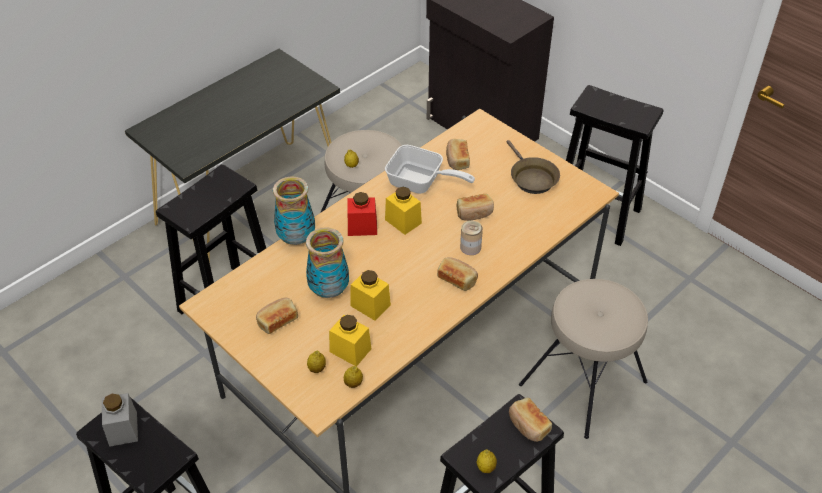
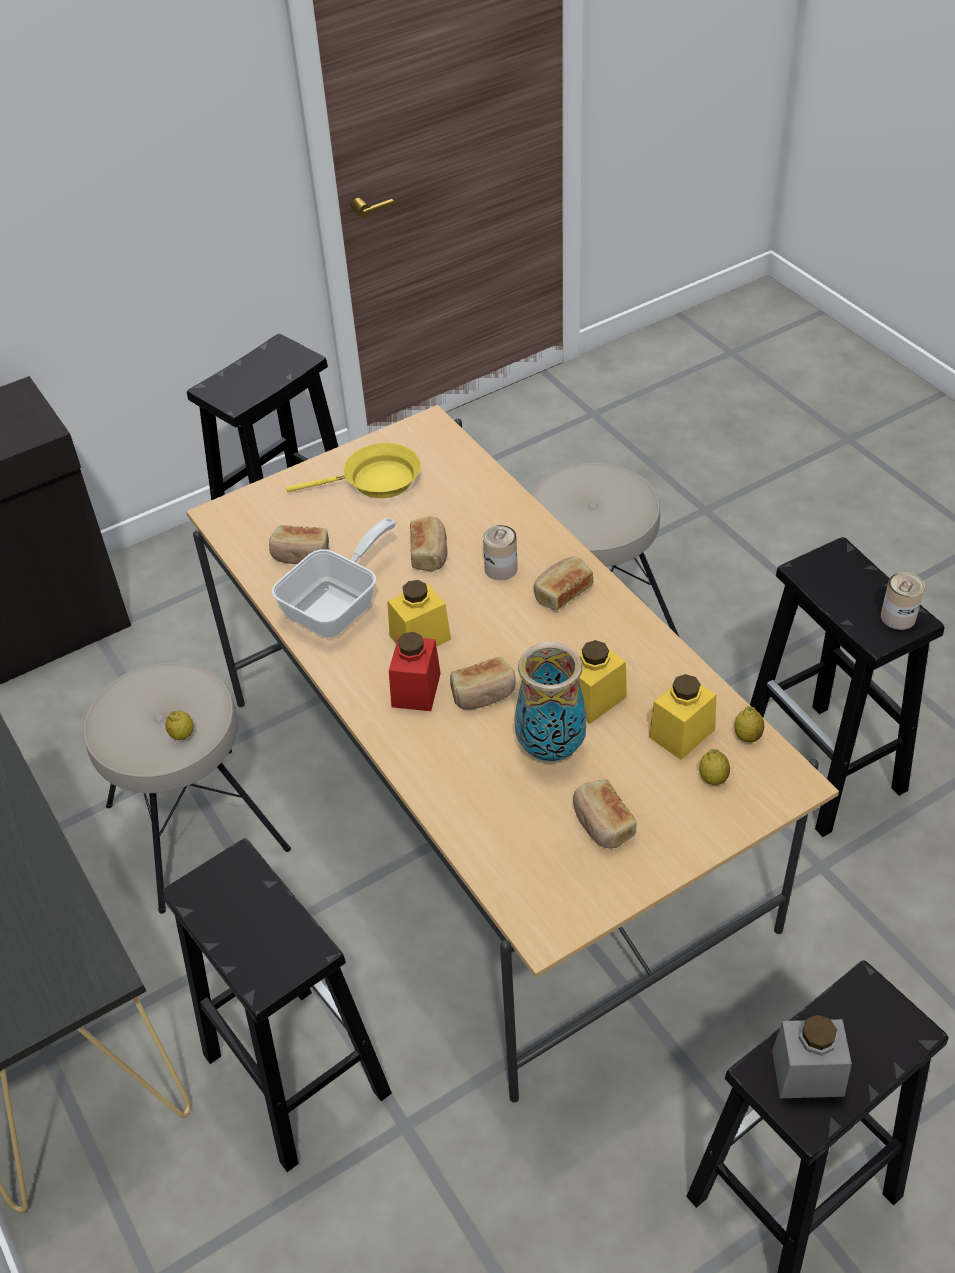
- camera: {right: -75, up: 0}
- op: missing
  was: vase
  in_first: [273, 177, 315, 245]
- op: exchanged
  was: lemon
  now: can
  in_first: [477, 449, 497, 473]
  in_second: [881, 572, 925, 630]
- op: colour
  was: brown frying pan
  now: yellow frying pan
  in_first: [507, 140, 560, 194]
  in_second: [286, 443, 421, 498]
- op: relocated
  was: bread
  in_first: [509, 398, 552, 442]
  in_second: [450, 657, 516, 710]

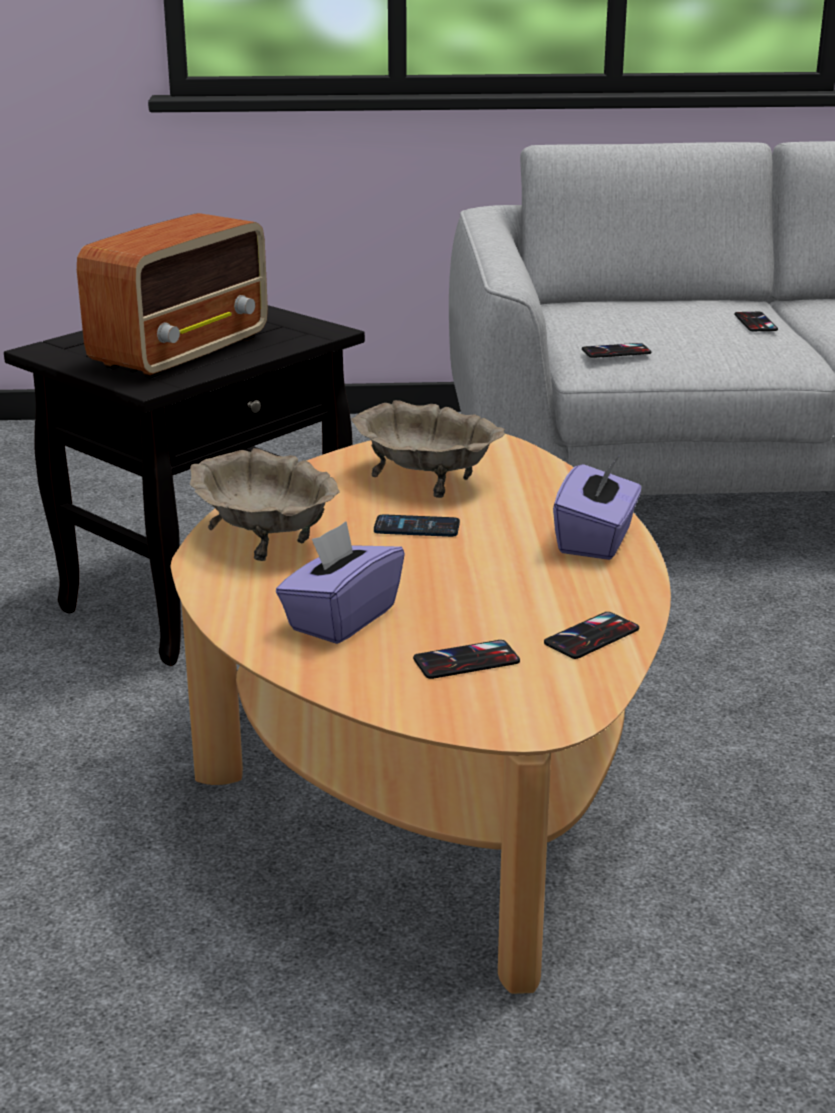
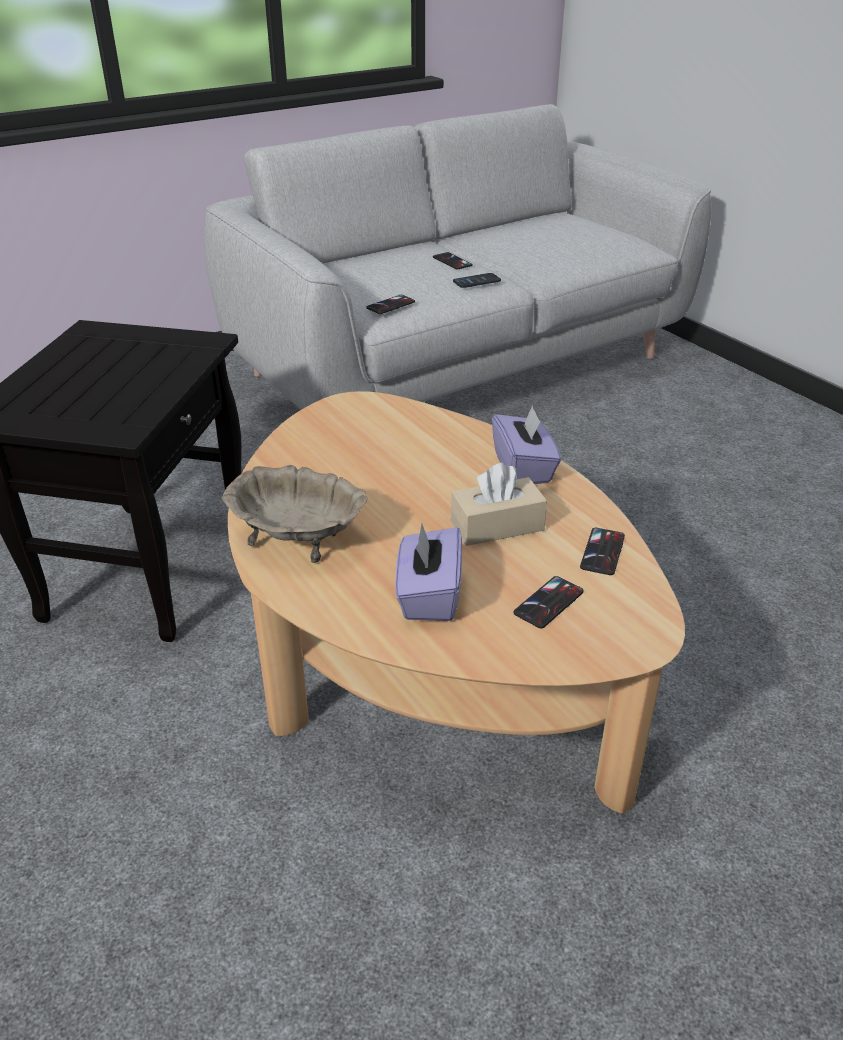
- camera: {right: -30, up: 10}
- op: missing
  was: radio
  in_first: [77, 213, 268, 379]
- op: missing
  was: beige bowl
  in_first: [351, 400, 505, 498]
- op: relocated
  was: phone
  in_first: [374, 514, 460, 537]
  in_second: [453, 273, 501, 288]
- op: appeared
  now: beige tissue box
  in_second: [451, 463, 547, 546]

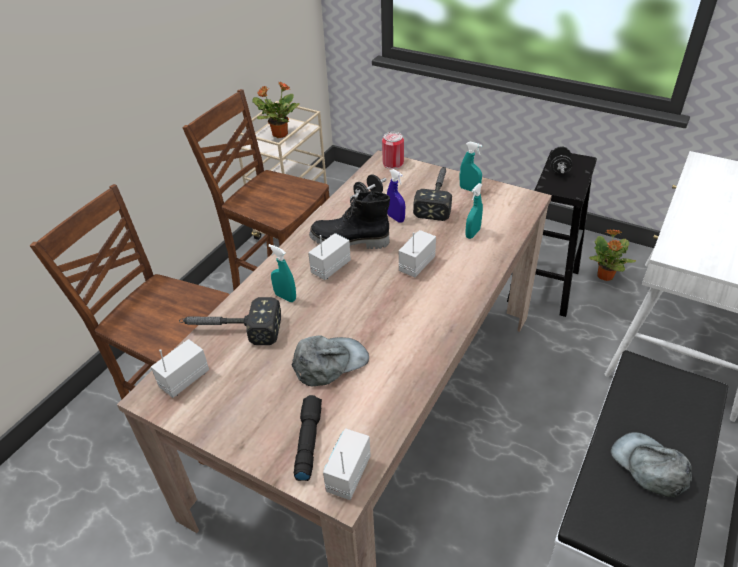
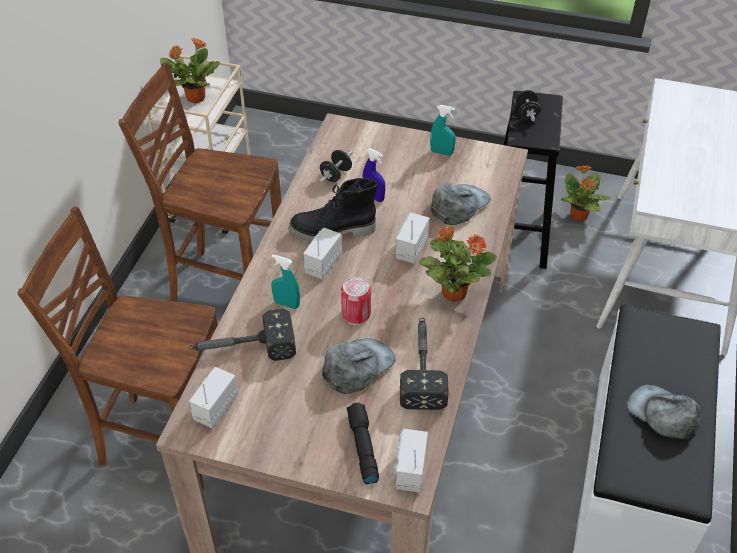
- camera: {right: -15, up: 5}
- op: relocated
  was: can
  in_first: [382, 132, 404, 169]
  in_second: [341, 277, 371, 325]
- op: relocated
  was: hammer
  in_first: [413, 167, 452, 221]
  in_second: [400, 318, 448, 410]
- op: exchanged
  was: turquoise spray bottle
  now: grey cap
  in_first: [465, 183, 483, 239]
  in_second: [431, 183, 491, 225]
- op: appeared
  now: potted plant
  in_second: [419, 226, 497, 302]

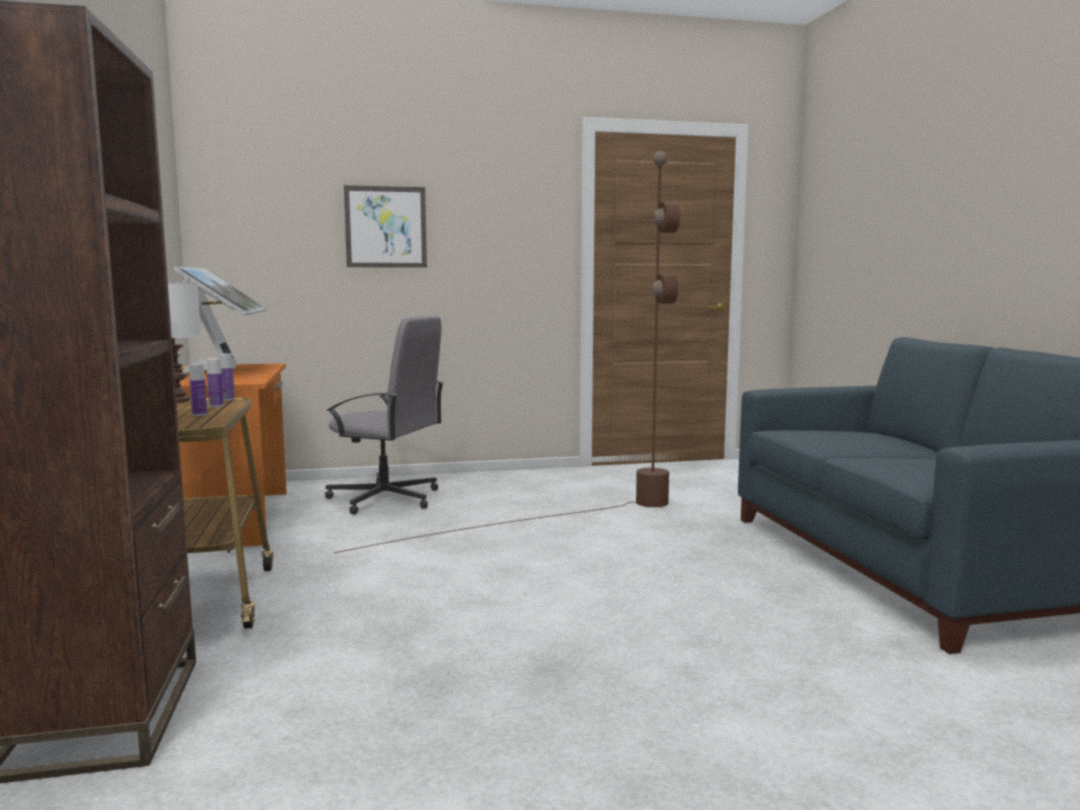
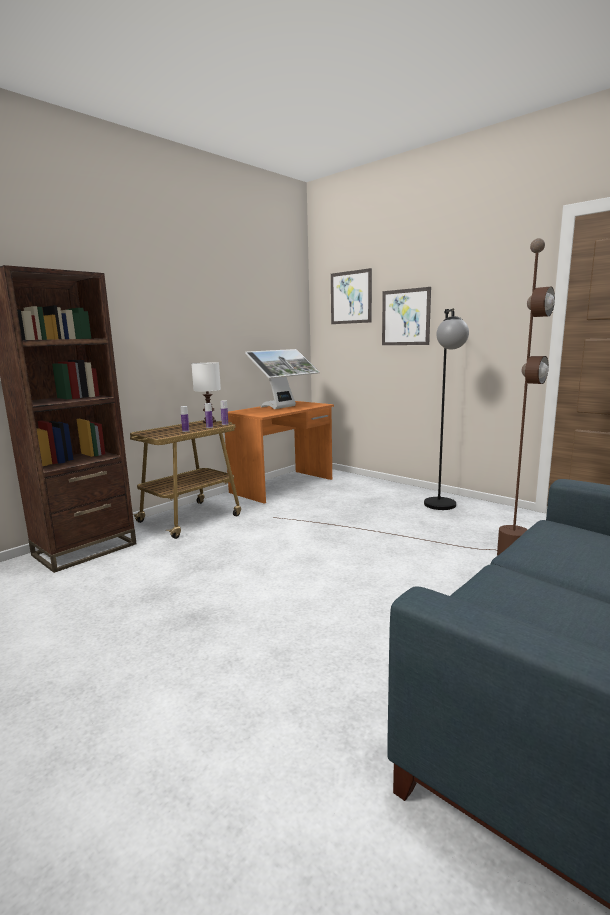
- camera: {right: 55, up: 5}
- op: missing
  was: grey office chair
  in_first: [325, 315, 444, 515]
- op: appeared
  now: picture
  in_second: [331, 268, 372, 324]
- op: appeared
  now: black floor lamp
  in_second: [424, 309, 469, 510]

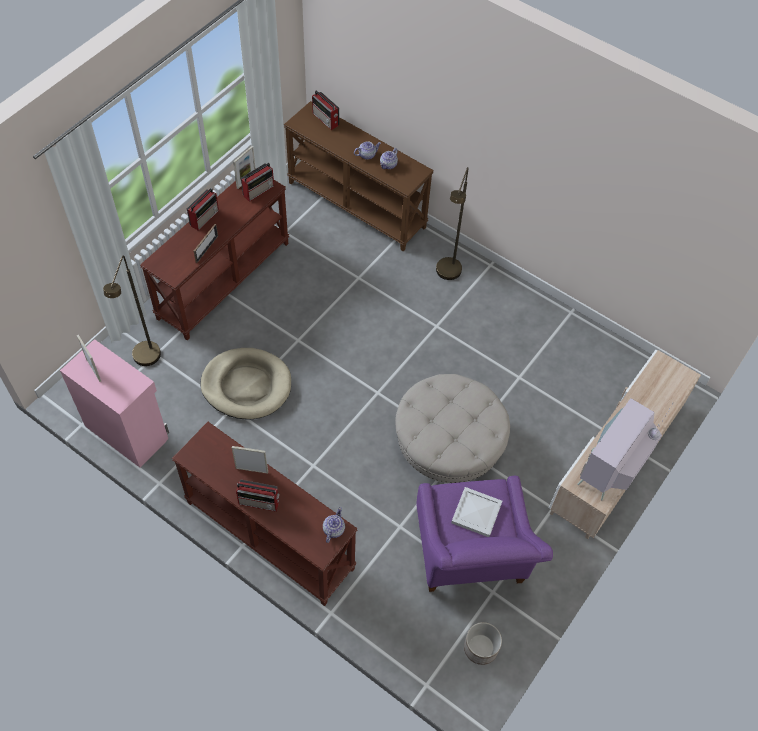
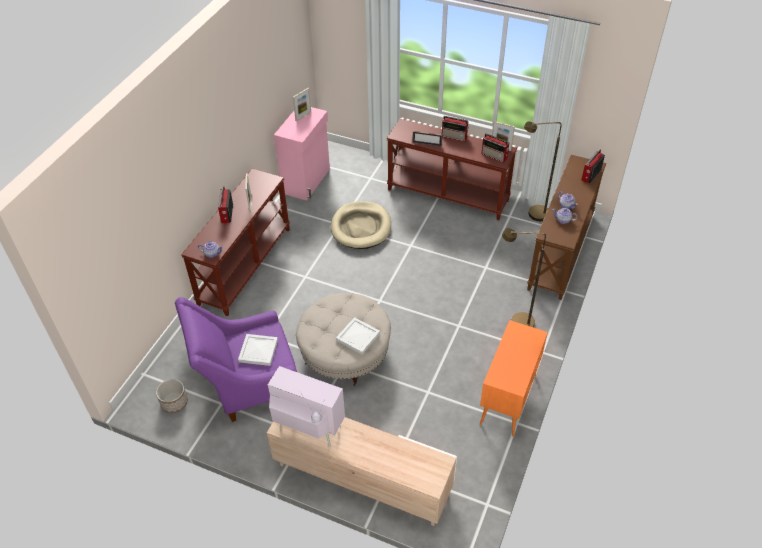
- camera: {right: 80, up: -10}
- op: relocated
  was: brown floor lamp
  in_first: [103, 255, 161, 366]
  in_second: [524, 121, 562, 221]
- op: appeared
  now: white tray
  in_second: [336, 317, 380, 355]
- op: appeared
  now: orange cabinet
  in_second: [480, 320, 548, 436]

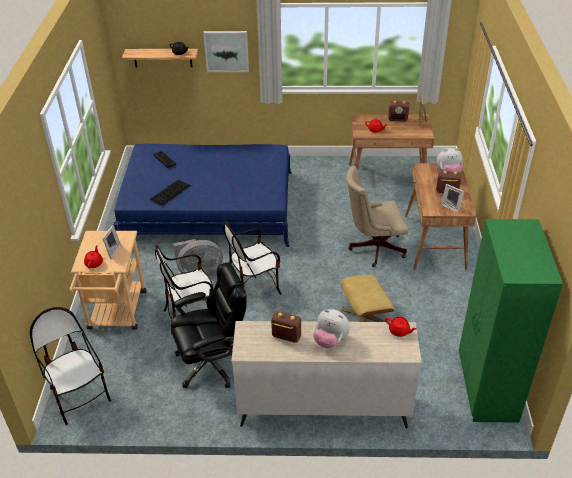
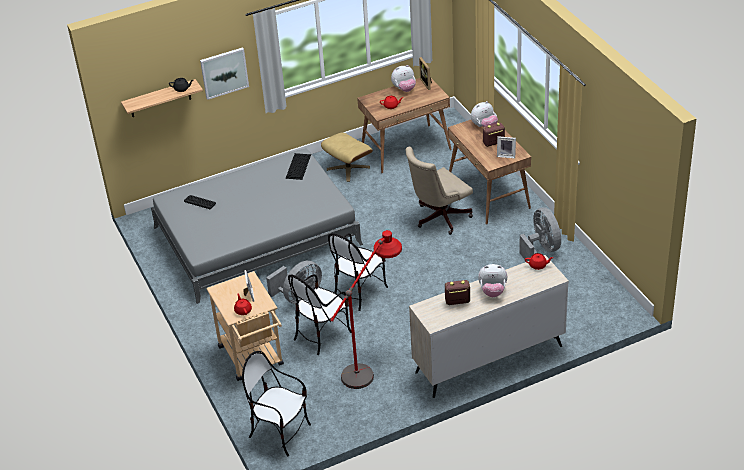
- camera: {right: -25, up: 0}
- op: colour
  was: blue bed
  now: grey bed
  in_first: [113, 144, 292, 247]
  in_second: [151, 148, 363, 304]
- op: relocated
  was: keyboard
  in_first: [150, 179, 191, 206]
  in_second: [286, 153, 311, 180]
- op: exchanged
  was: black office chair
  now: red floor lamp
  in_first: [171, 262, 247, 388]
  in_second: [330, 230, 402, 389]
- op: relocated
  was: beige ottoman
  in_first: [341, 274, 394, 322]
  in_second: [321, 132, 373, 182]
- op: exchanged
  was: radio
  now: plush toy
  in_first: [388, 101, 409, 122]
  in_second: [391, 65, 416, 92]
- op: missing
  was: green wardrobe
  in_first: [459, 219, 563, 423]
- op: appeared
  now: grey fan
  in_second: [519, 207, 561, 262]

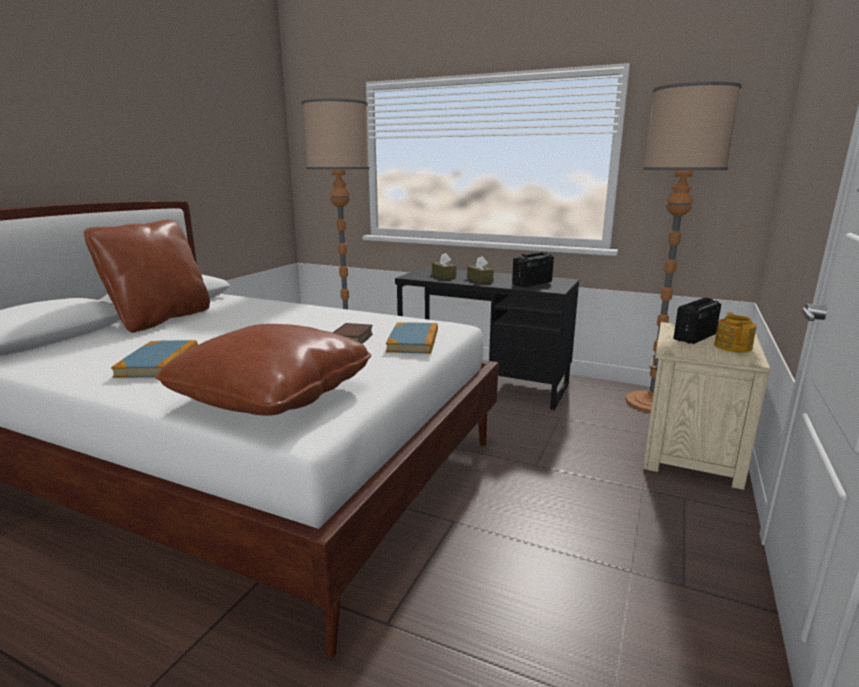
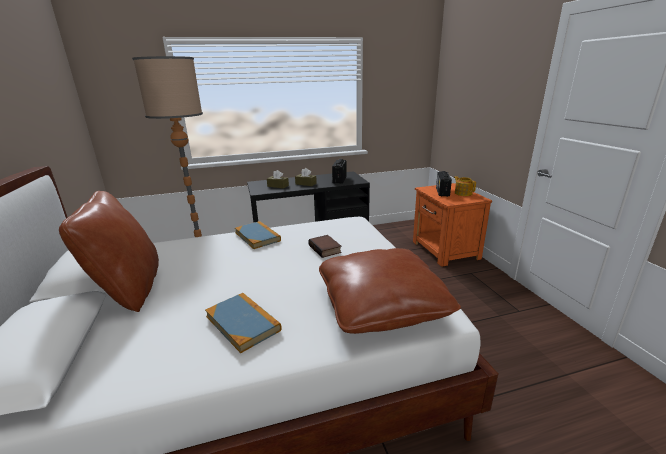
- camera: {right: -40, up: 5}
- op: relocated
  was: book
  in_first: [386, 322, 438, 354]
  in_second: [235, 221, 281, 249]
- op: missing
  was: floor lamp
  in_first: [626, 82, 742, 413]
- op: colour
  was: beige nightstand
  now: orange nightstand
  in_first: [643, 322, 771, 490]
  in_second: [413, 183, 492, 267]

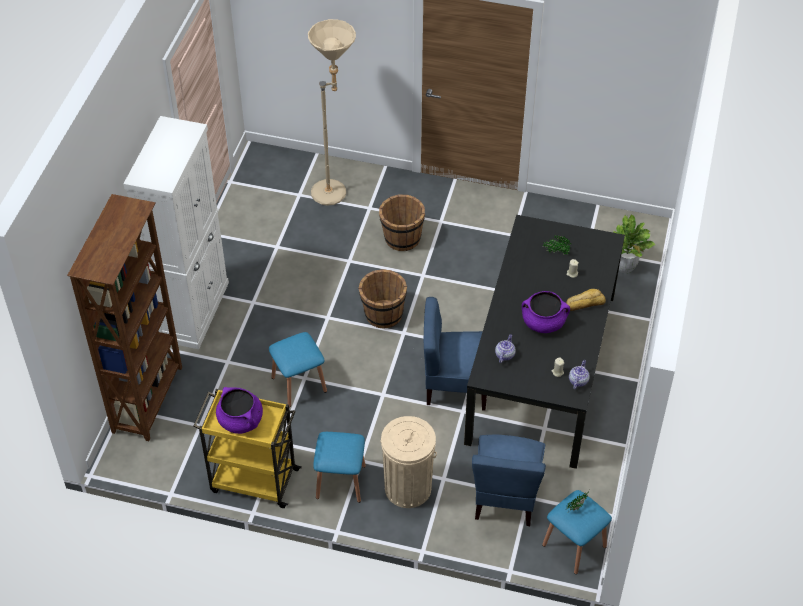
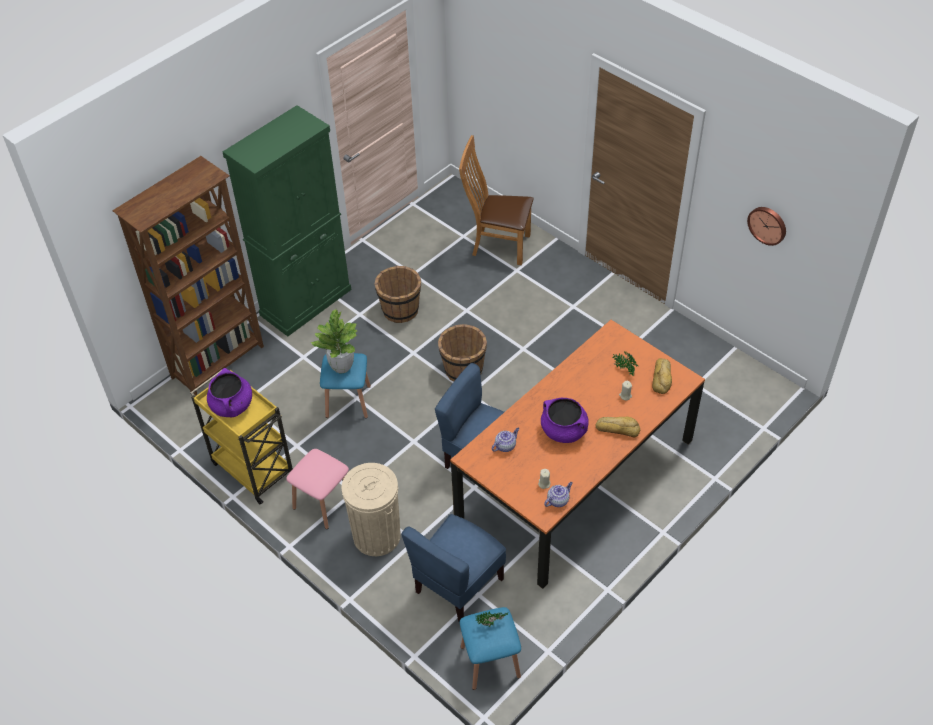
- camera: {right: 30, up: 0}
- op: colour
  was: white cabinet
  now: green cabinet
  in_first: [123, 116, 229, 349]
  in_second: [223, 105, 351, 336]
- op: exchanged
  was: beige floor lamp
  now: brown chair
  in_first: [308, 19, 356, 206]
  in_second: [459, 135, 534, 265]
- op: colour
  was: blue stool
  now: pink stool
  in_first: [313, 432, 366, 503]
  in_second: [286, 449, 349, 529]
- op: relocated
  was: brown bucket
  in_first: [379, 195, 425, 251]
  in_second: [374, 266, 421, 323]
- op: colour
  was: black dining table
  now: orange dining table
  in_first: [464, 215, 625, 469]
  in_second: [450, 320, 705, 589]
- op: relocated
  was: potted plant
  in_first: [613, 214, 655, 273]
  in_second: [311, 309, 357, 373]
- op: appeared
  now: bread
  in_second: [652, 358, 672, 394]
- op: appeared
  now: wall clock
  in_second: [747, 207, 786, 246]

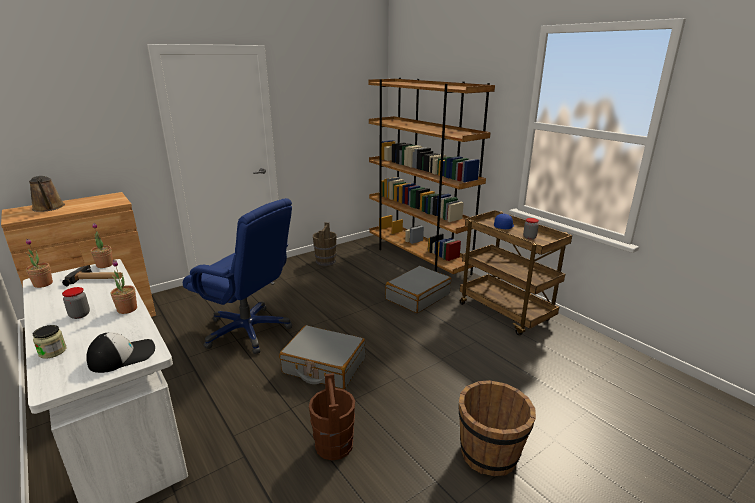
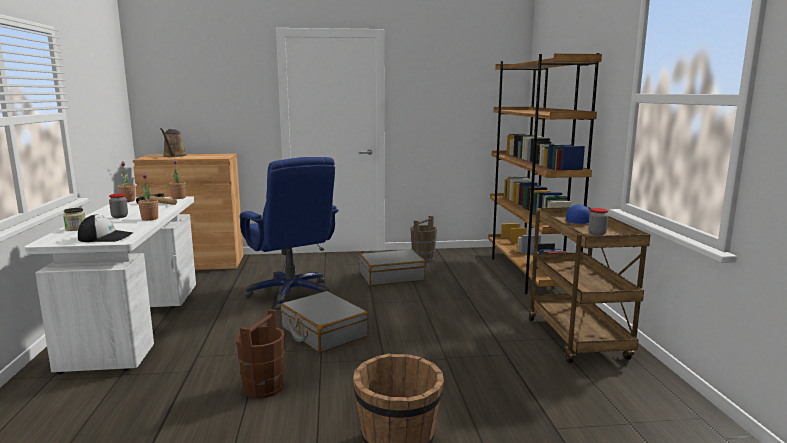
- camera: {right: 30, up: -10}
- op: relocated
  was: grey suitcase
  in_first: [385, 266, 451, 313]
  in_second: [359, 249, 426, 286]

